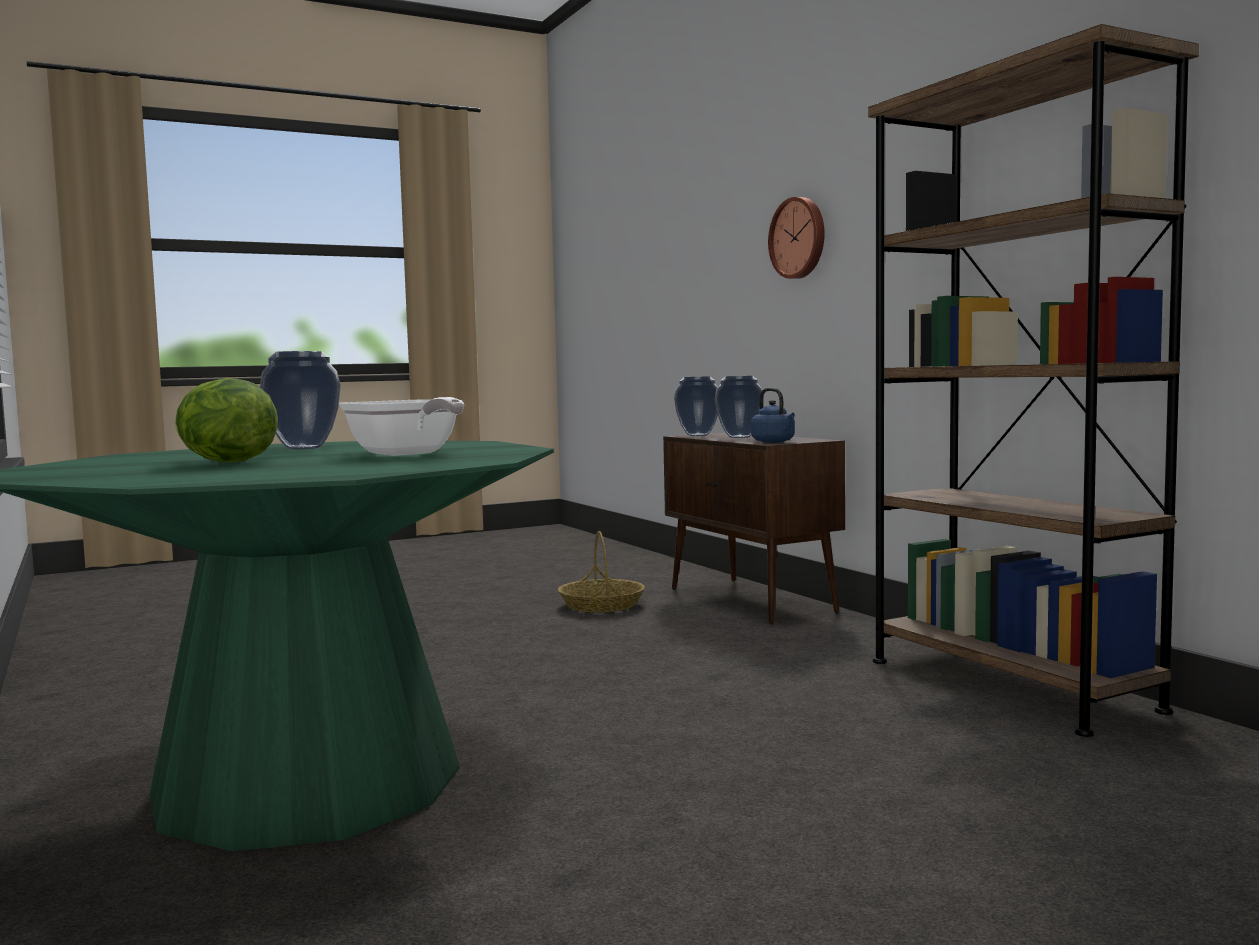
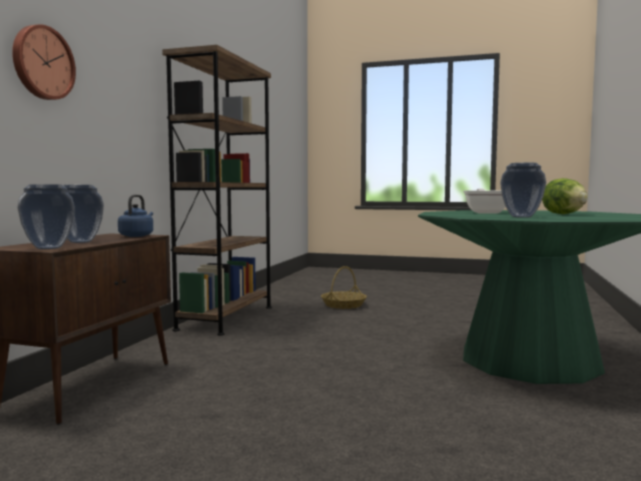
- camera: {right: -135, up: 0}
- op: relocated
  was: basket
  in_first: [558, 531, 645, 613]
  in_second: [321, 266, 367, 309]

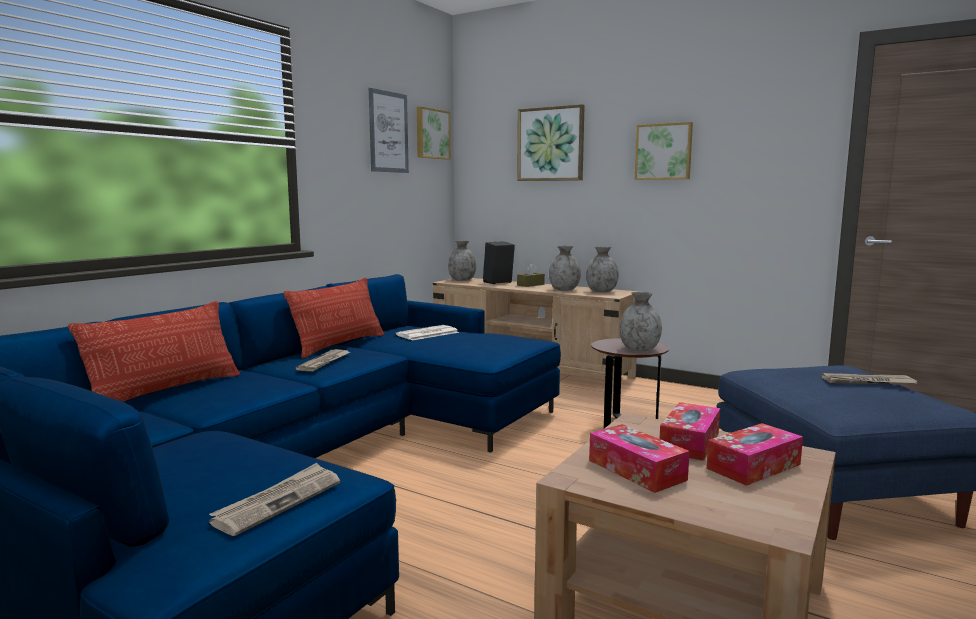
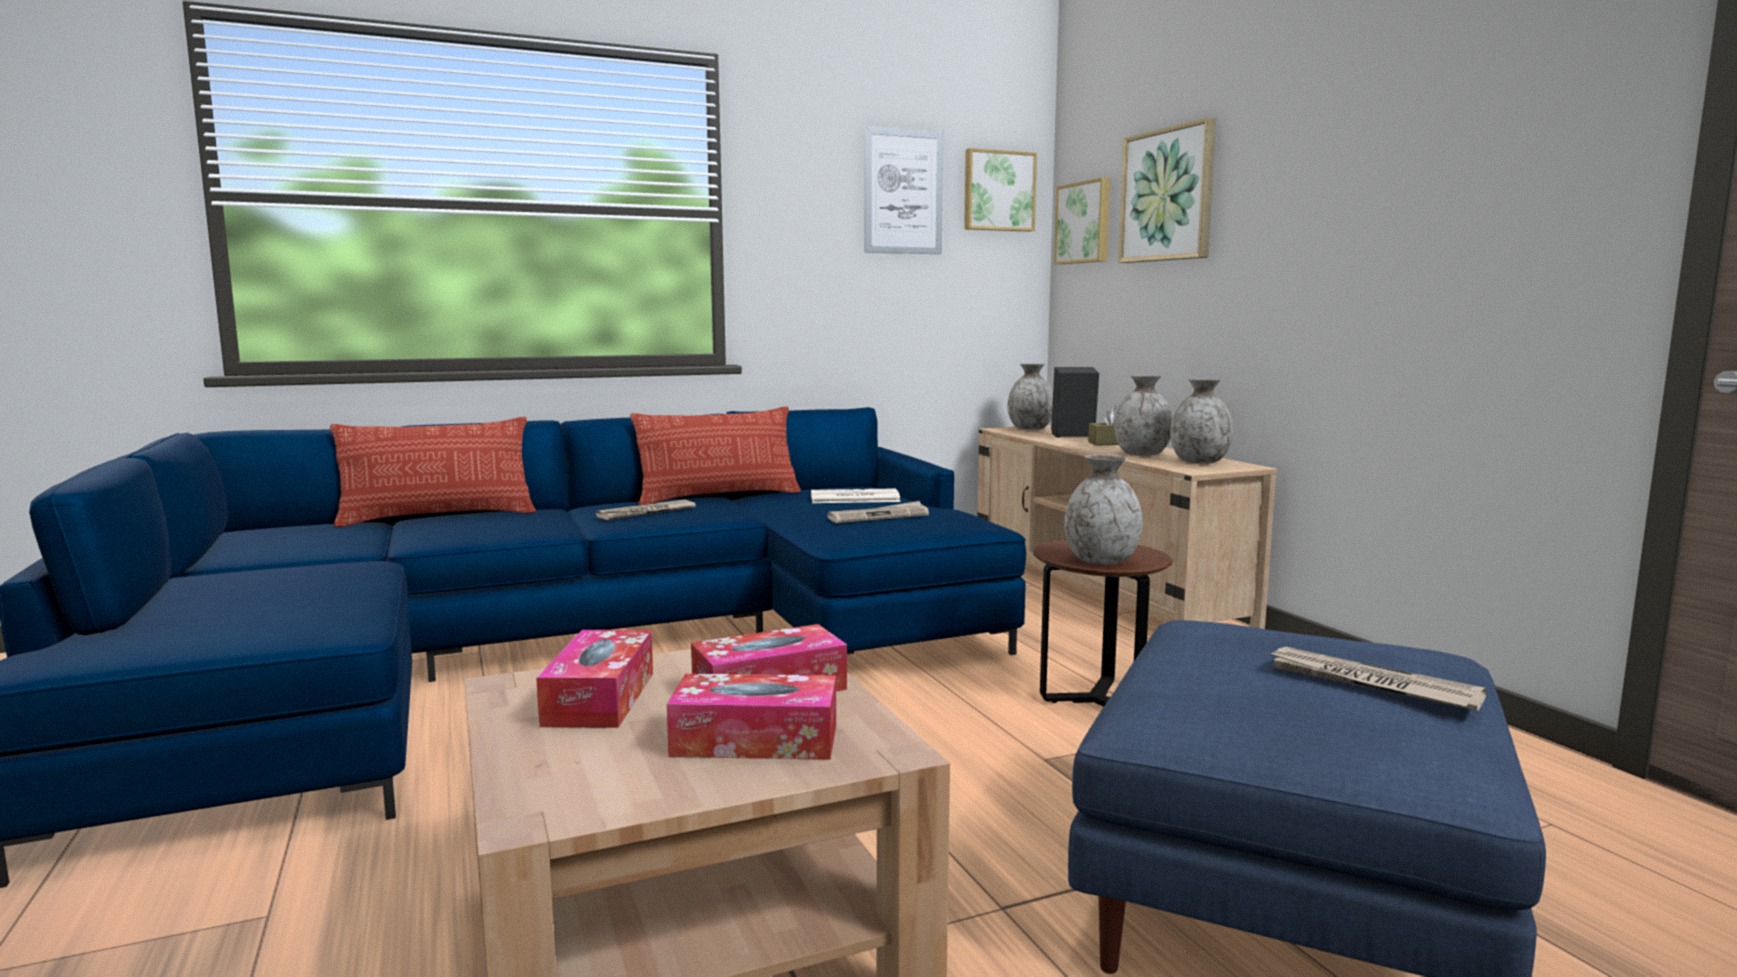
- camera: {right: 35, up: 0}
- op: relocated
  was: newspaper
  in_first: [209, 463, 340, 536]
  in_second: [827, 501, 929, 523]
- op: relocated
  was: picture
  in_first: [635, 122, 693, 180]
  in_second: [1054, 178, 1110, 264]

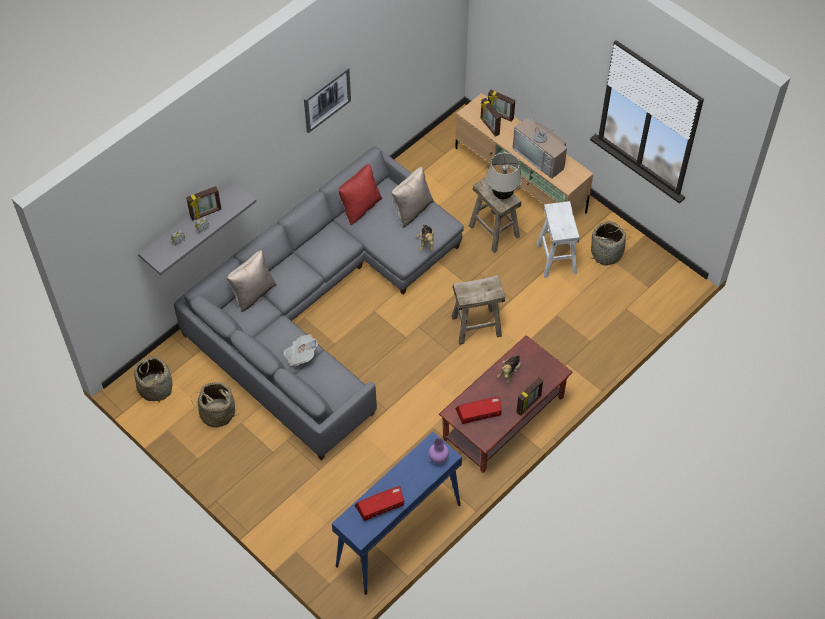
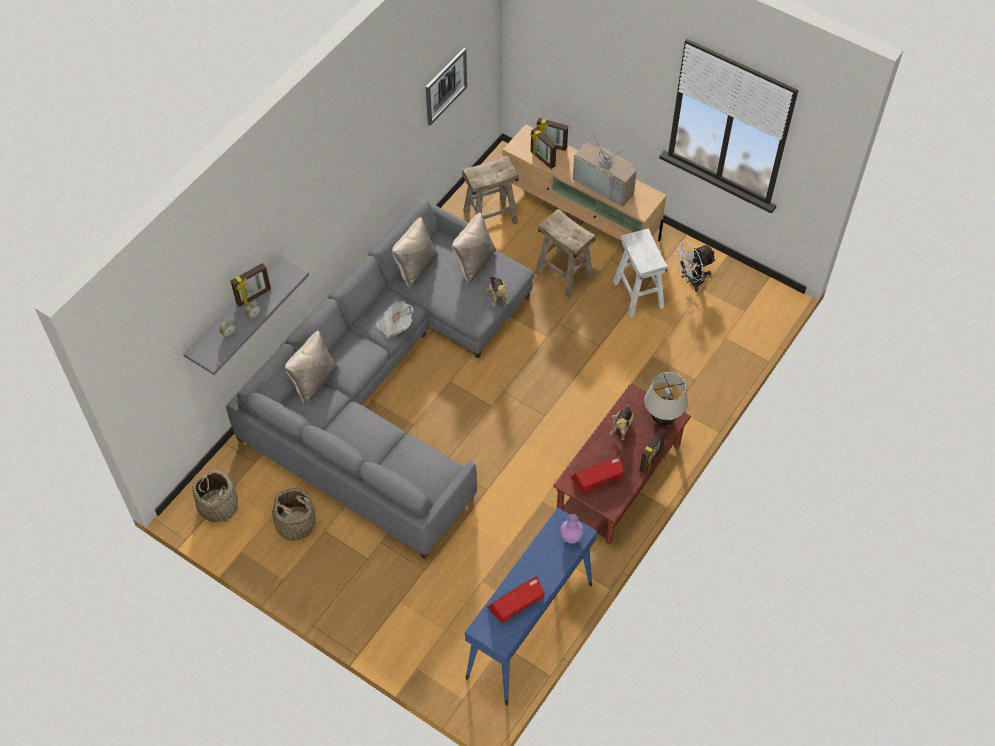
- camera: {right: -10, up: 0}
- op: relocated
  was: newspaper
  in_first: [283, 334, 318, 366]
  in_second: [376, 301, 414, 338]
- op: relocated
  was: picture
  in_first: [304, 67, 351, 133]
  in_second: [426, 48, 467, 126]
- op: colour
  was: red pillow
  now: beige pillow
  in_first: [339, 164, 382, 225]
  in_second: [392, 217, 438, 289]
- op: relocated
  was: beige stool
  in_first: [451, 275, 505, 345]
  in_second: [462, 155, 518, 224]
- op: relocated
  was: beige table lamp
  in_first: [486, 153, 522, 199]
  in_second: [644, 372, 688, 425]
- op: exchanged
  was: basket
  now: white fan
  in_first: [589, 221, 628, 266]
  in_second: [673, 241, 716, 292]

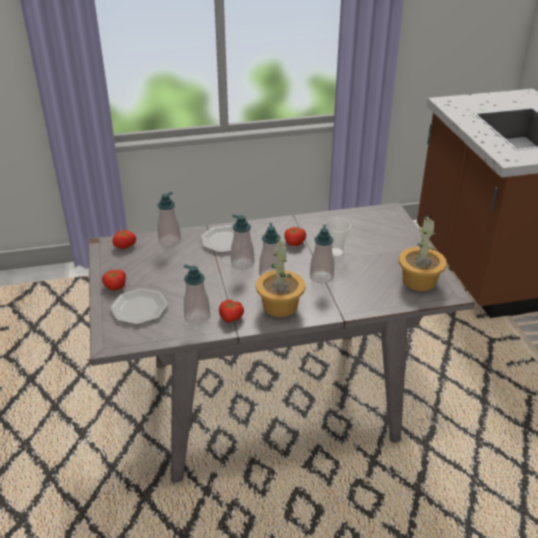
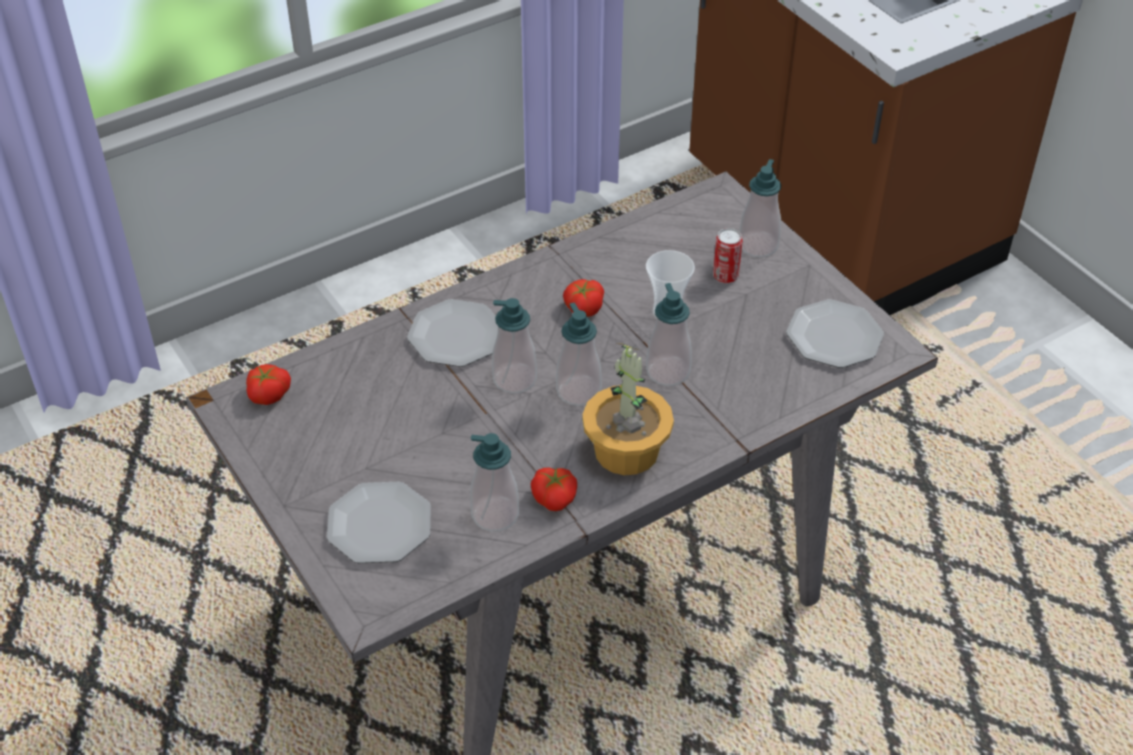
- camera: {right: -20, up: 10}
- op: missing
  was: tomato
  in_first: [102, 269, 126, 291]
- op: relocated
  was: soap dispenser
  in_first: [157, 192, 181, 246]
  in_second: [739, 159, 781, 257]
- op: exchanged
  was: potted plant
  now: plate
  in_first: [399, 216, 447, 291]
  in_second: [786, 299, 884, 368]
- op: appeared
  now: can
  in_second: [713, 228, 743, 283]

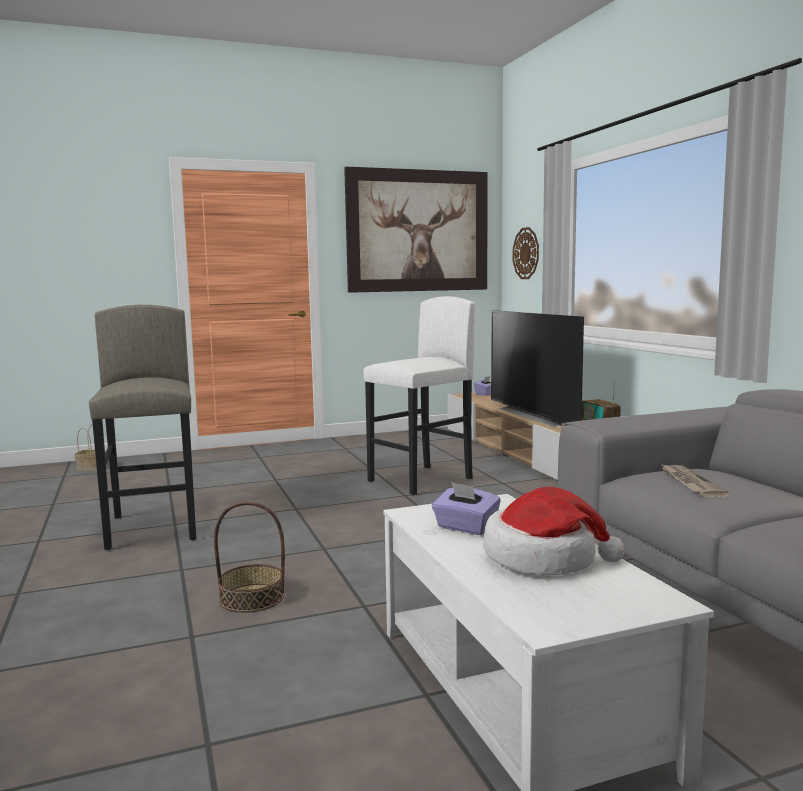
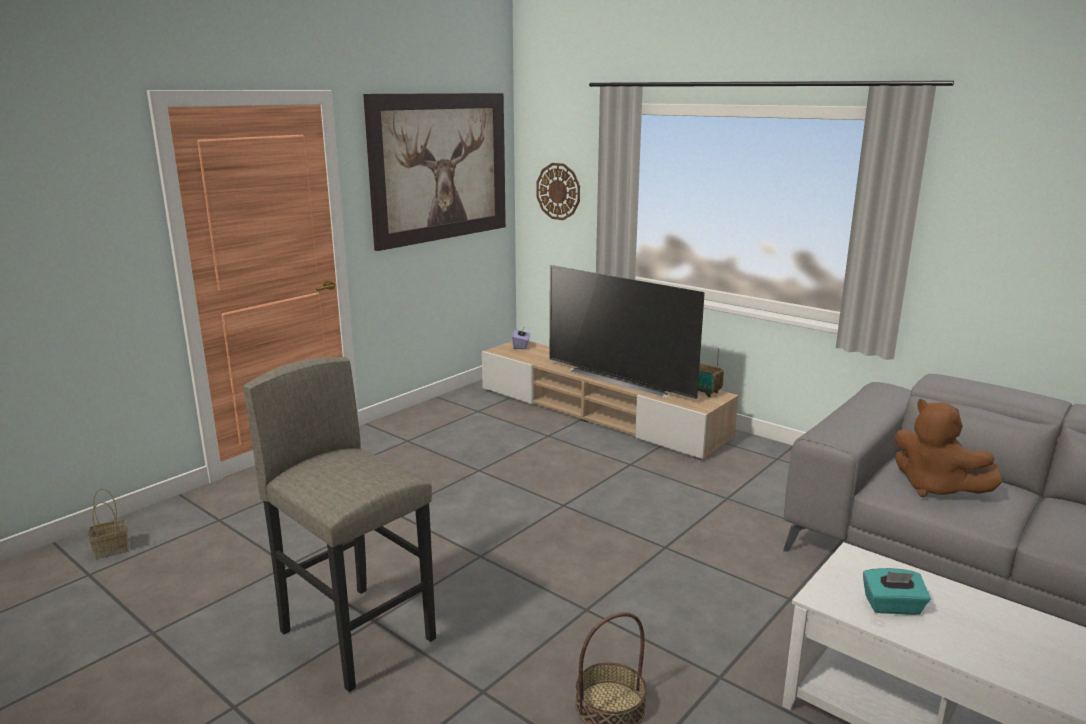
- camera: {right: -30, up: 10}
- op: missing
  was: white stool
  in_first: [363, 296, 475, 495]
- op: colour
  was: purple tissue box
  now: turquoise tissue box
  in_first: [432, 482, 501, 535]
  in_second: [863, 568, 930, 615]
- op: missing
  was: hat
  in_first: [483, 487, 624, 575]
- op: exchanged
  was: newspaper
  now: brown plush toy
  in_first: [661, 464, 730, 497]
  in_second: [894, 399, 1003, 497]

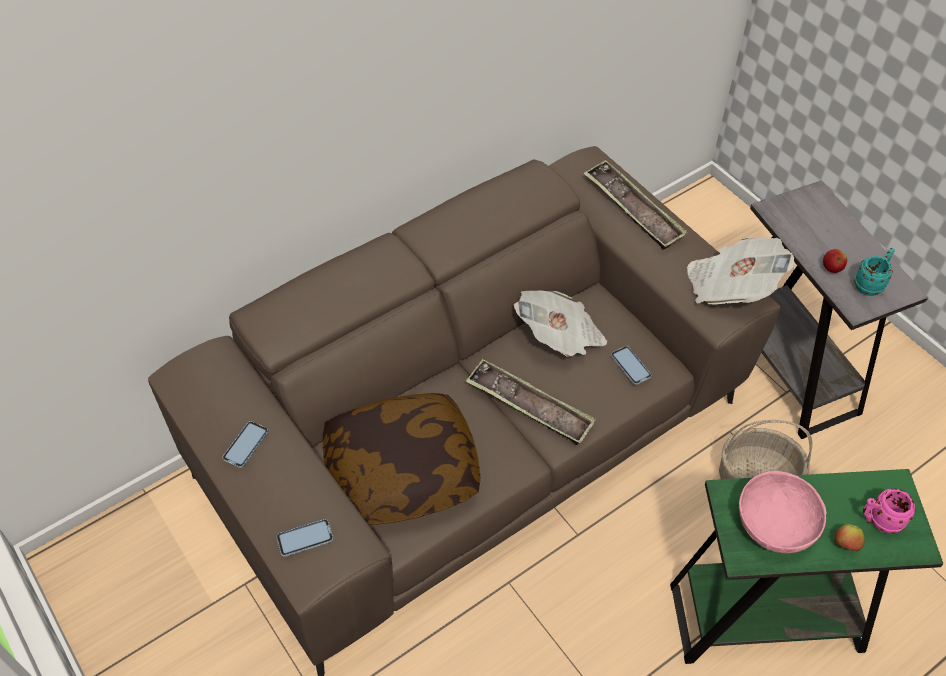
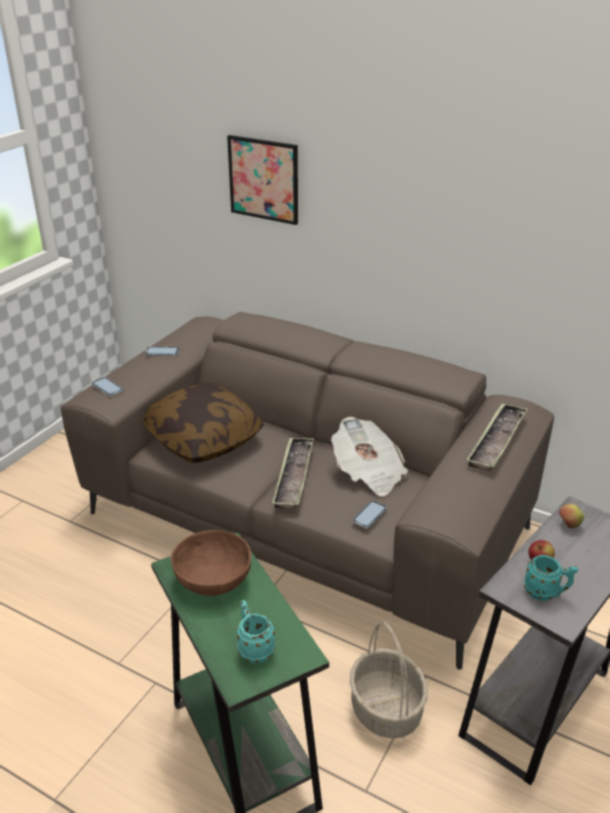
- camera: {right: 65, up: -20}
- op: missing
  was: newspaper
  in_first: [687, 238, 795, 305]
- op: colour
  was: pink bowl
  now: brown bowl
  in_first: [739, 471, 827, 553]
  in_second: [171, 530, 251, 596]
- op: relocated
  was: apple
  in_first: [835, 524, 865, 551]
  in_second: [559, 504, 584, 528]
- op: colour
  was: pink mug
  now: turquoise mug
  in_first: [863, 488, 916, 534]
  in_second: [237, 600, 275, 664]
- op: appeared
  now: picture
  in_second: [227, 135, 298, 225]

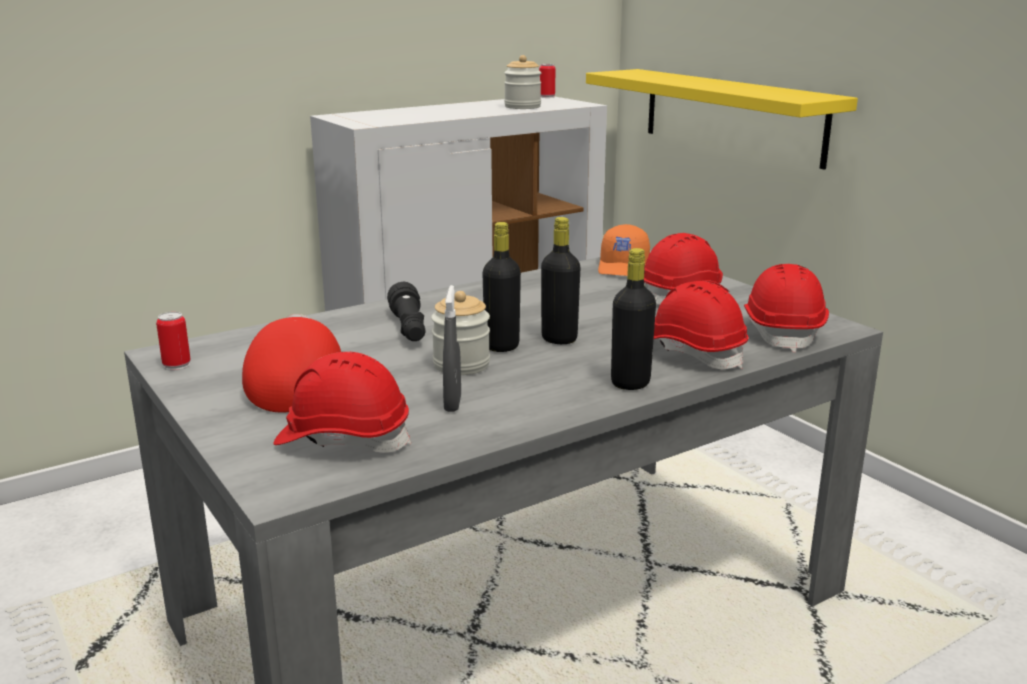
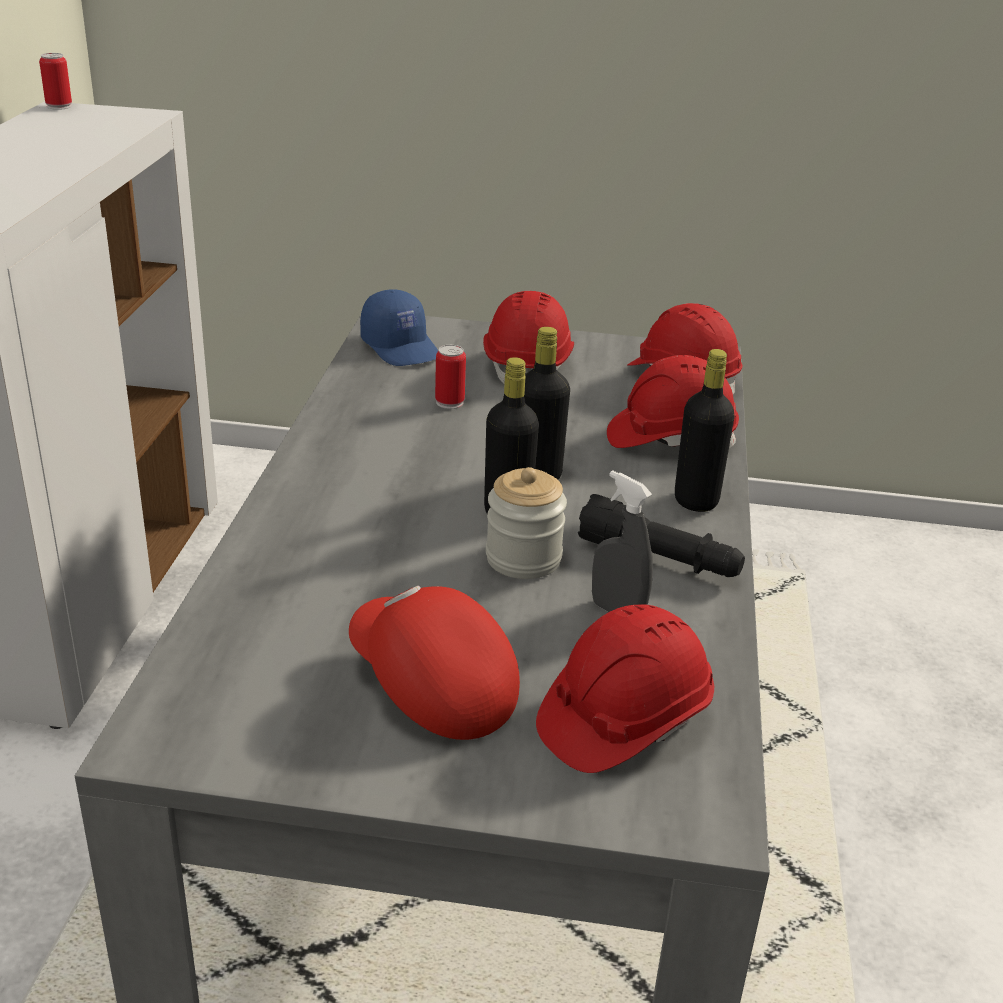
- camera: {right: -50, up: 10}
- op: relocated
  was: can
  in_first: [156, 312, 191, 371]
  in_second: [435, 345, 466, 409]
- op: relocated
  was: black flashlight
  in_first: [387, 282, 426, 341]
  in_second: [578, 494, 745, 577]
- op: missing
  was: jar
  in_first: [504, 55, 541, 109]
- op: missing
  was: yellow shelf
  in_first: [586, 69, 858, 170]
- op: colour
  was: orange cap
  now: blue cap
  in_first: [598, 224, 650, 276]
  in_second: [360, 289, 438, 366]

